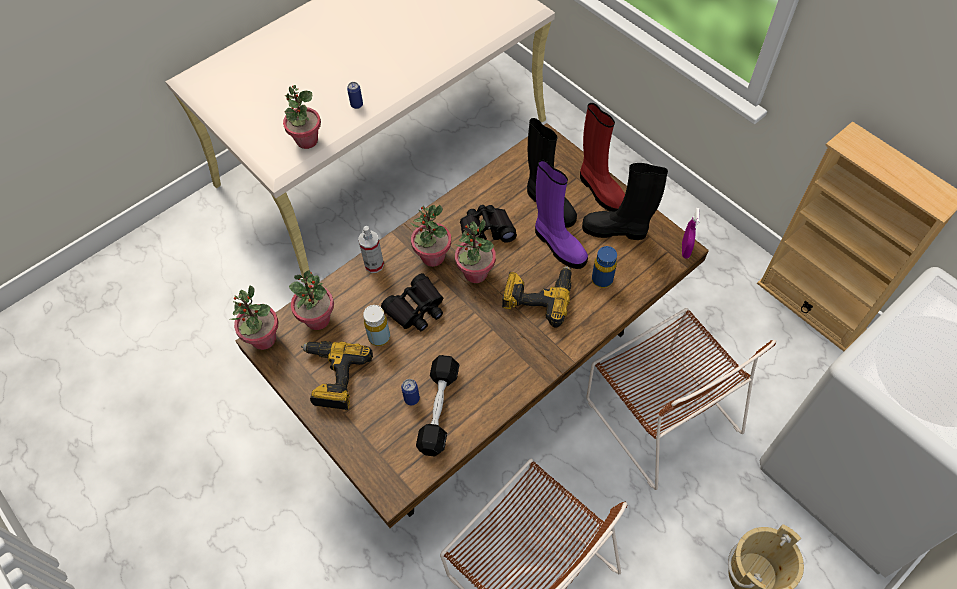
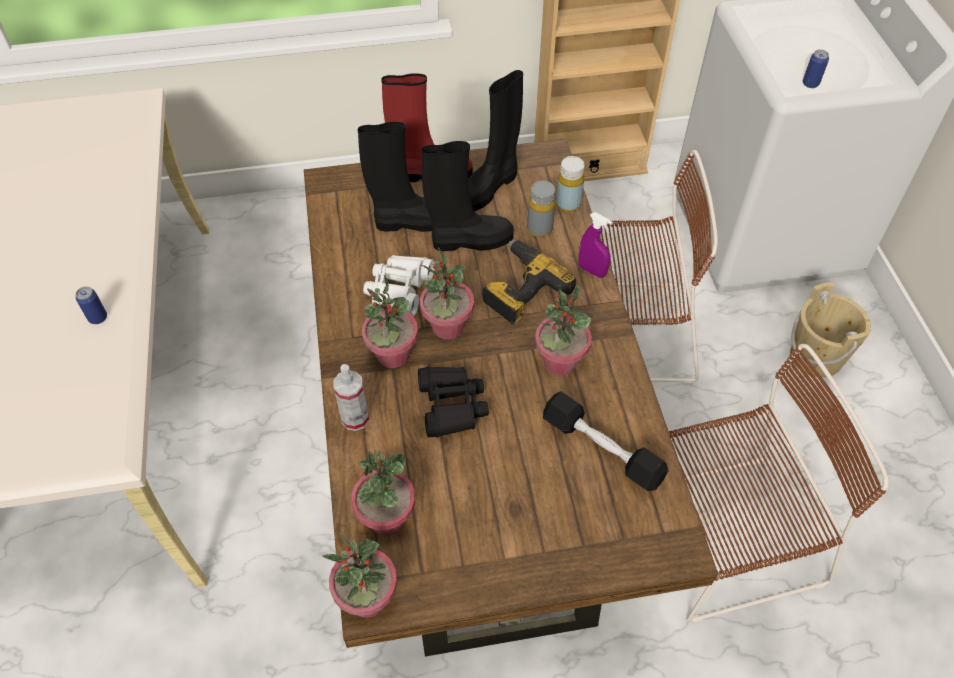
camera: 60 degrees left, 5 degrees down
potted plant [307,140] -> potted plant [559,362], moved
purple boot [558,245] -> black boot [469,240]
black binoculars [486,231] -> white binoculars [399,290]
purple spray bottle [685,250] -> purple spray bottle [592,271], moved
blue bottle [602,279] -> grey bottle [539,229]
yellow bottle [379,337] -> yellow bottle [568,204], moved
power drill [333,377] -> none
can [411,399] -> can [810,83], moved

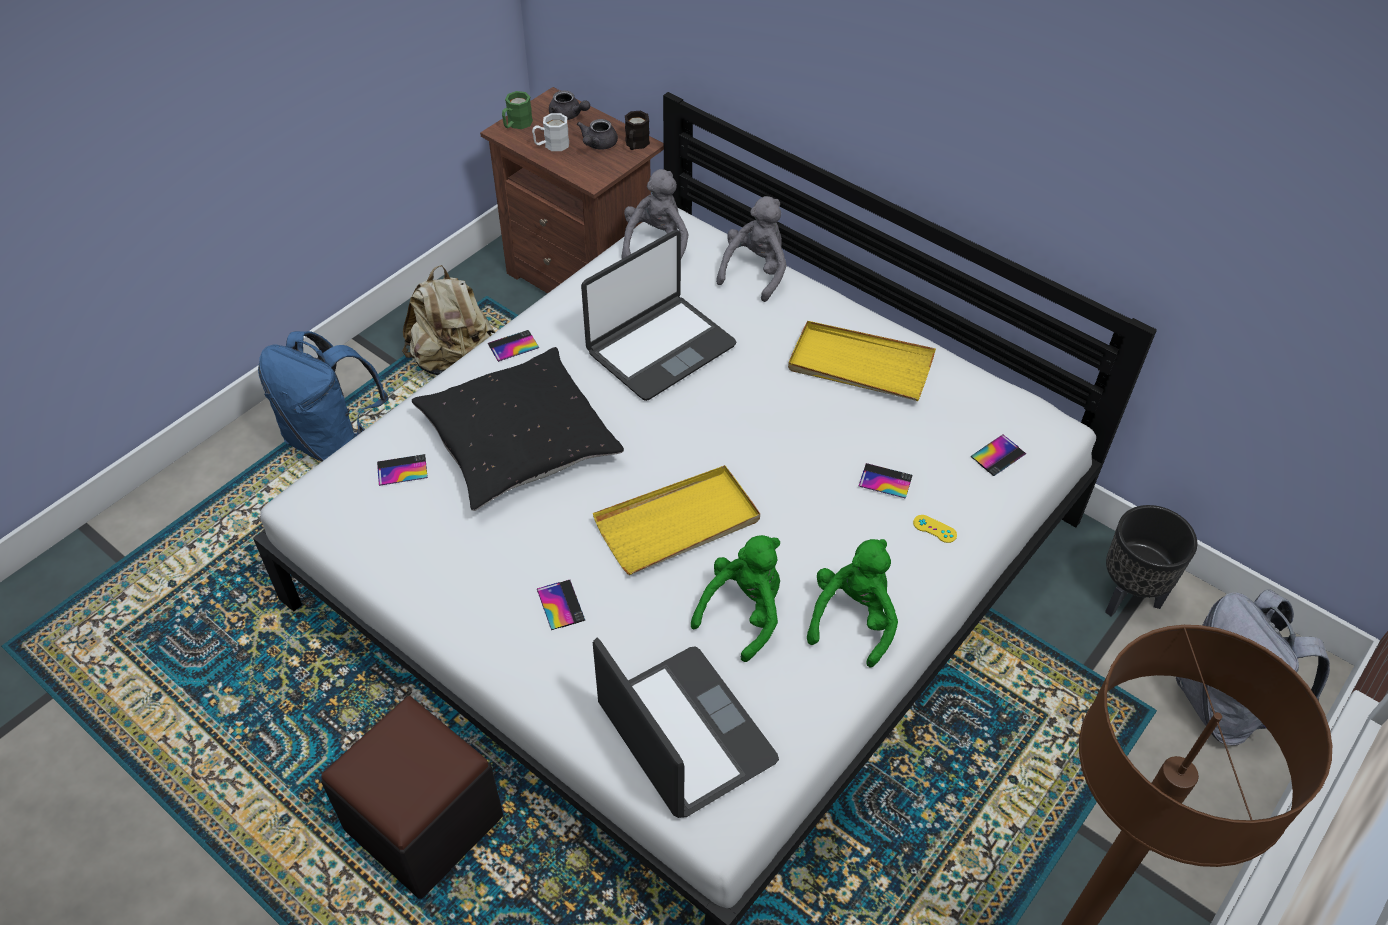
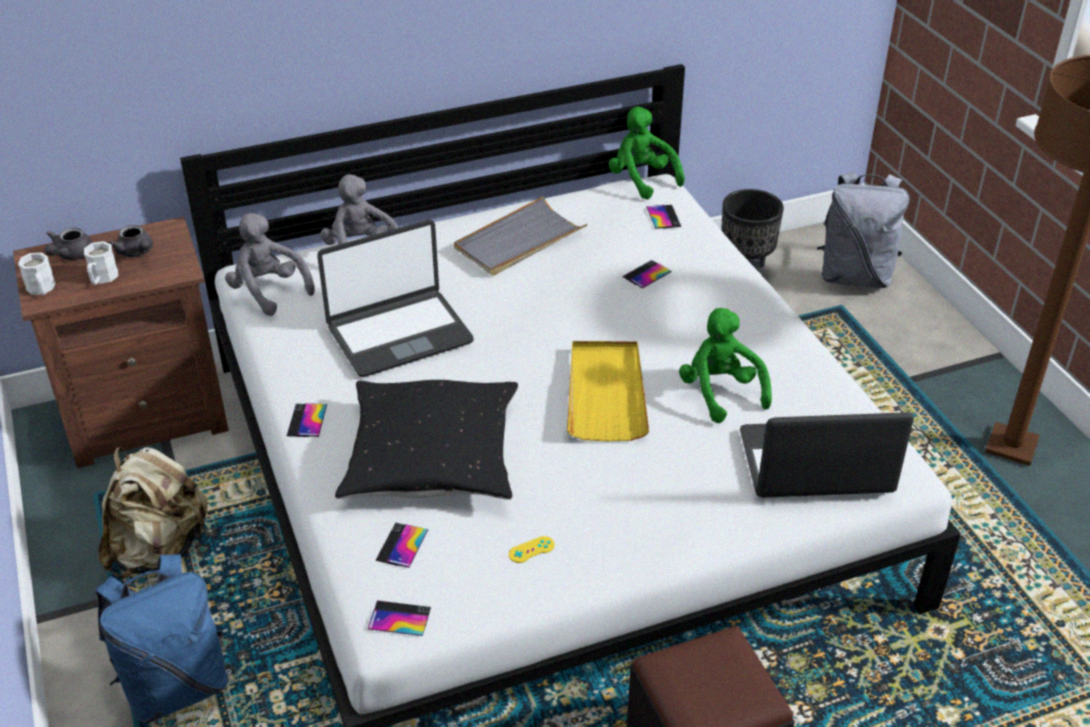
camera: 60 degrees left, 10 degrees down
green mug [516,124] -> white mug [42,290]
grey teapot [568,115] -> grey teapot [71,255], 135 degrees clockwise
black mug [636,145] -> none
laptop [660,348] -> laptop [399,334], 75 degrees clockwise
yellow tray [860,365] -> grey tray [519,241]
yellow game controller [934,529] -> yellow game controller [531,550], moved
green plush toy [853,619] -> green plush toy [641,180], moved
phone [560,605] -> phone [399,618], moved

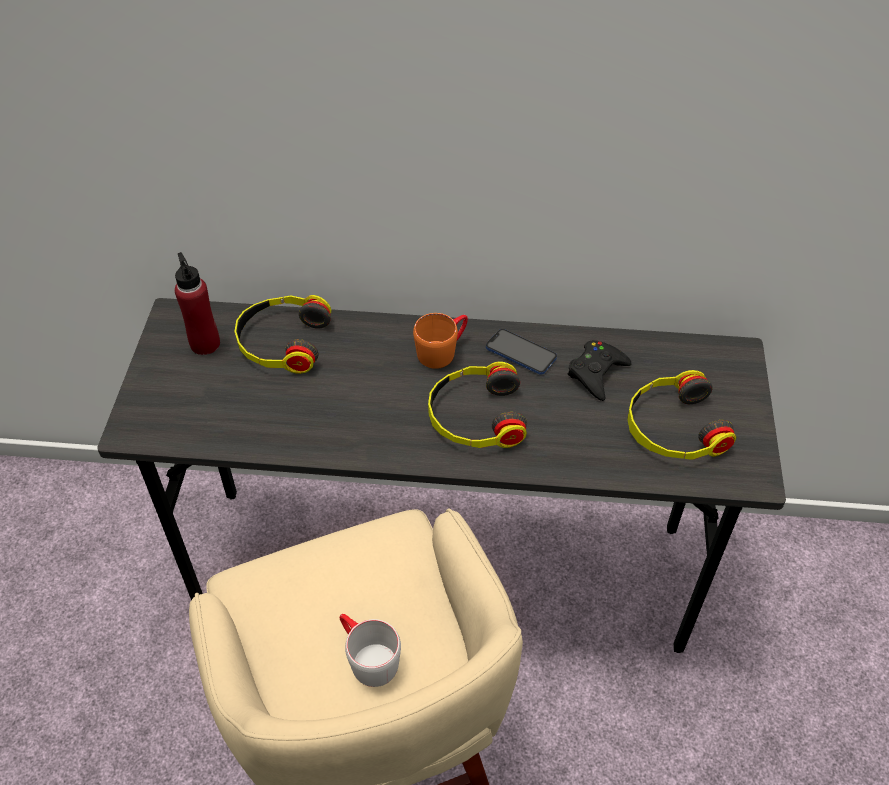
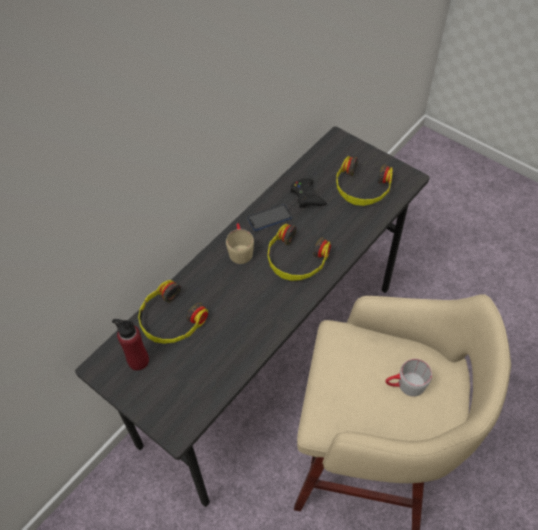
camera: 55 degrees left, 5 degrees up
orange mug [442,350] -> beige mug [240,249]

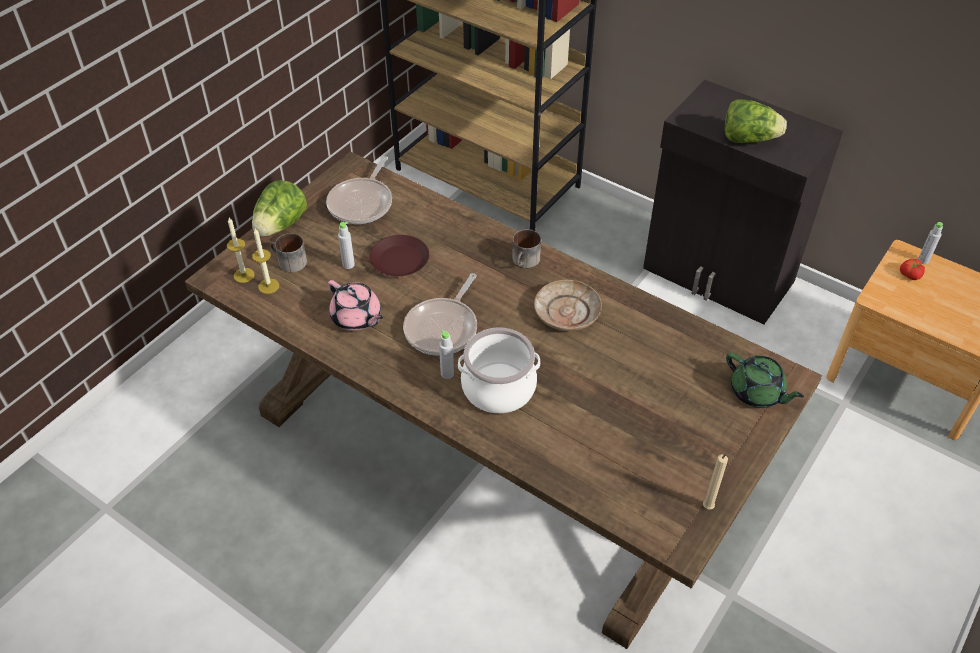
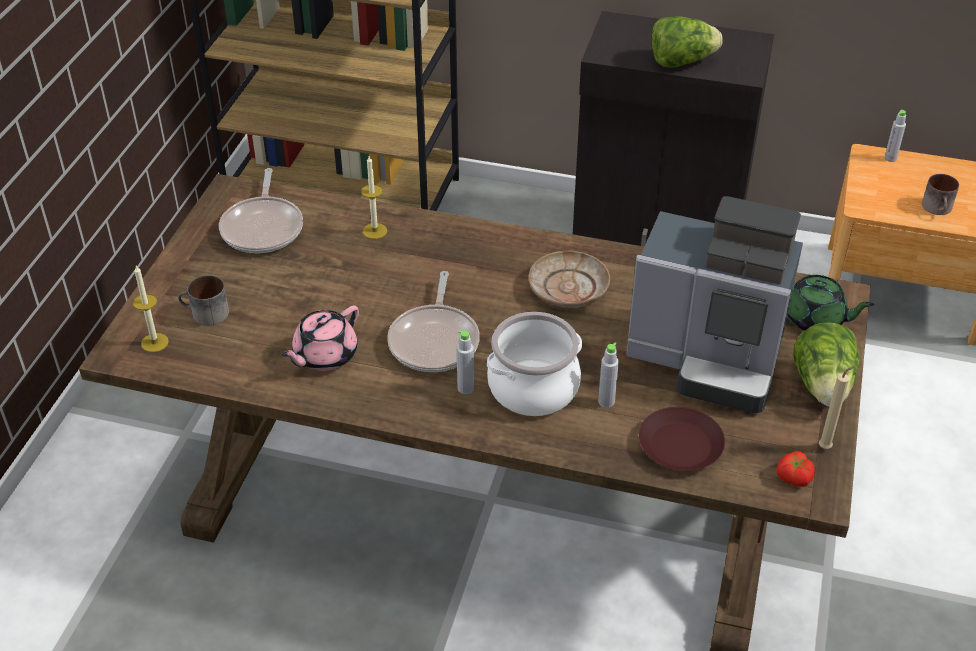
camera: 20 degrees left, 5 degrees down
lettuce [281,226] -> lettuce [823,386], moved
grey bottle [348,264] -> grey bottle [606,401], moved
candle [268,286] -> candle [374,231], moved
mug [525,261] -> mug [938,209], moved
brown plate [400,261] -> brown plate [681,446], moved
tomato [909,274] -> tomato [793,477], moved
pink teapot [356,318] -> pink teapot [324,355], 105 degrees clockwise
none -> coffee machine [709,359]

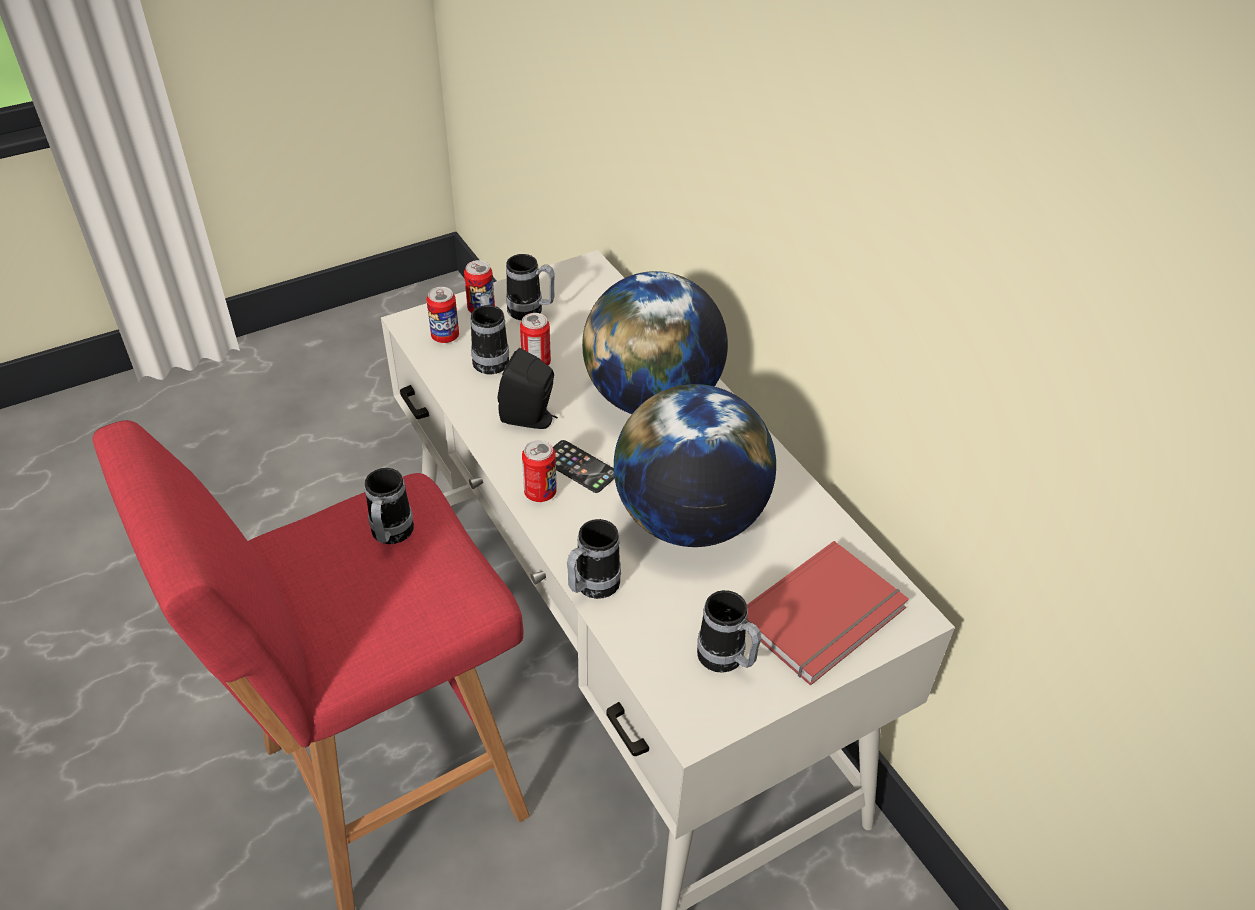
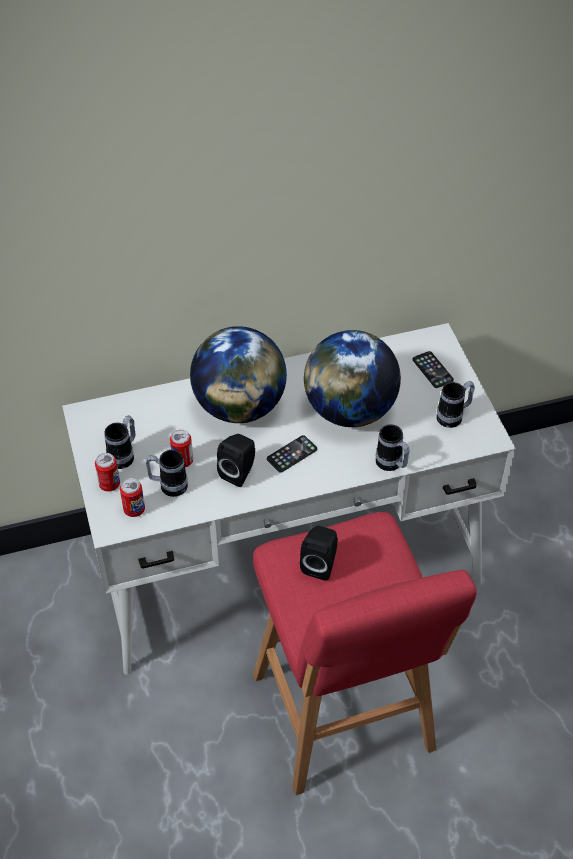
camera: 75 degrees left, 5 degrees up
can [540,493] -> none
mug [390,536] -> black speaker [320,564]
red book [825,617] -> phone [432,370]

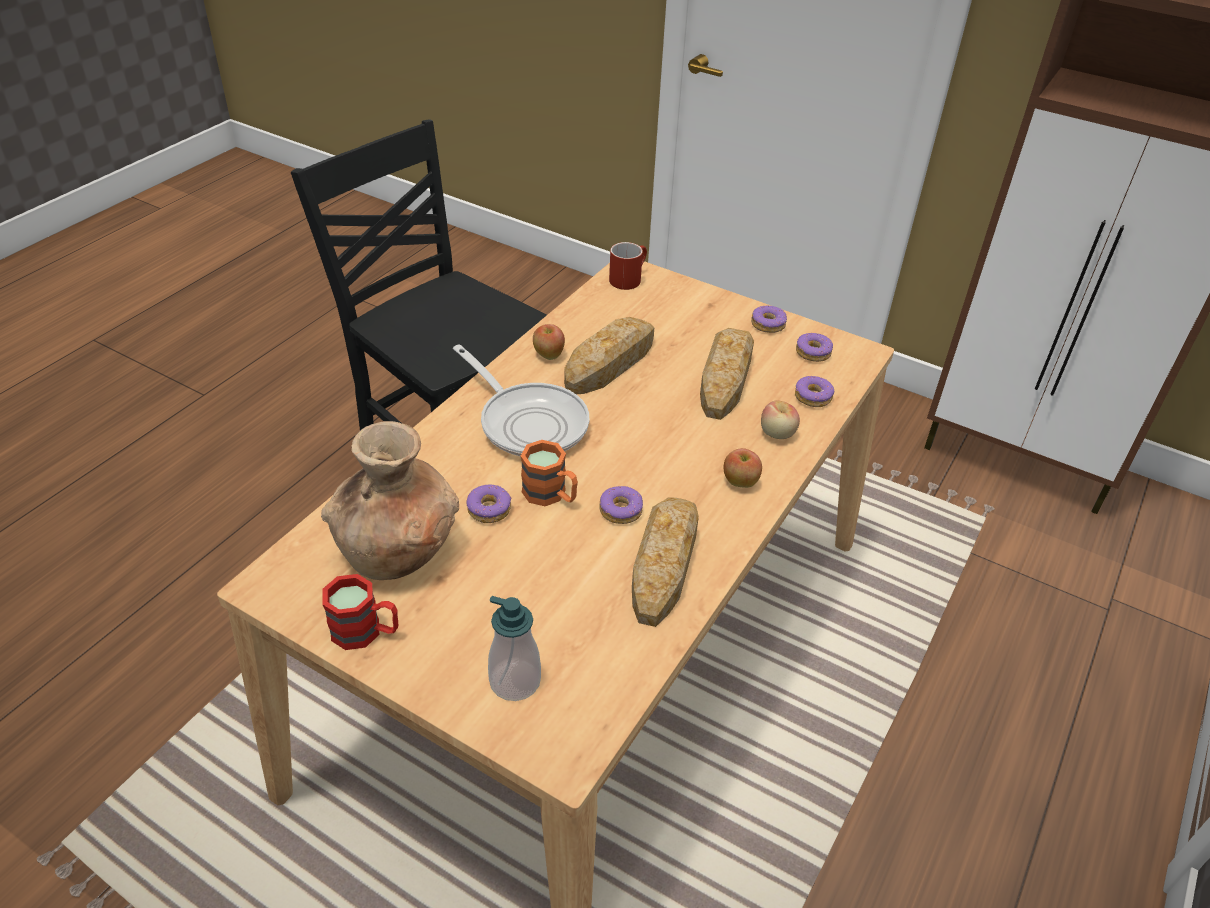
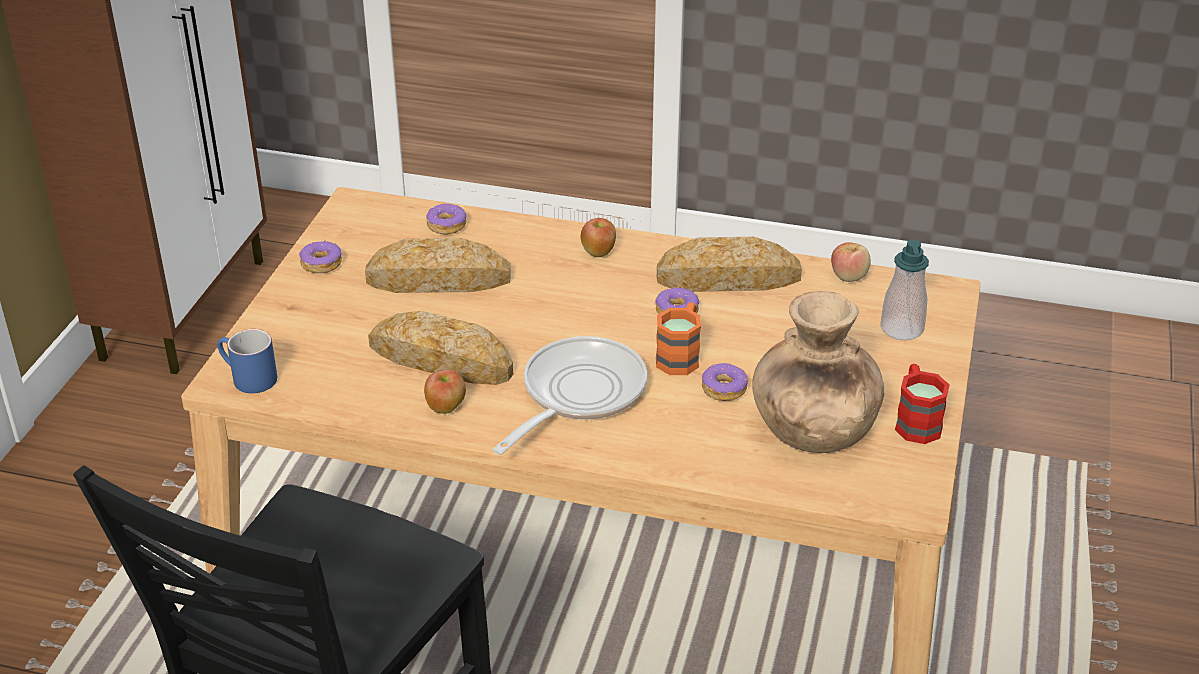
camera: 105 degrees left, 5 degrees down
red mug [628,278] -> blue mug [247,378]
donut [813,352] -> none
apple [777,434] -> apple [849,276], moved

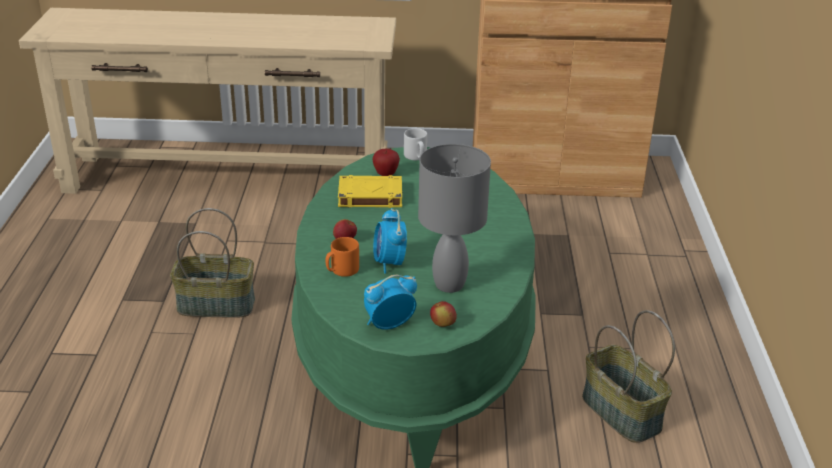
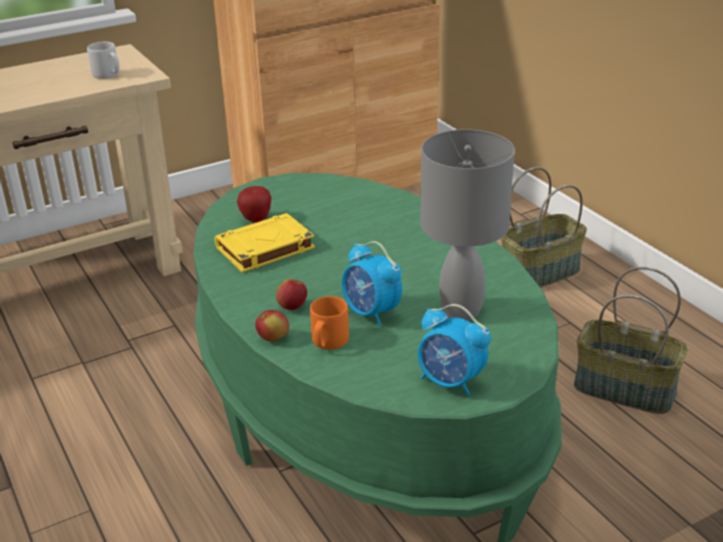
camera: 30 degrees left, 0 degrees up
grey mug [416,157] -> grey mug [108,75], moved
basket [217,304] -> basket [540,272], moved
alarm clock [388,324] -> alarm clock [451,382], 90 degrees counterclockwise
apple [442,324] -> apple [273,338], moved

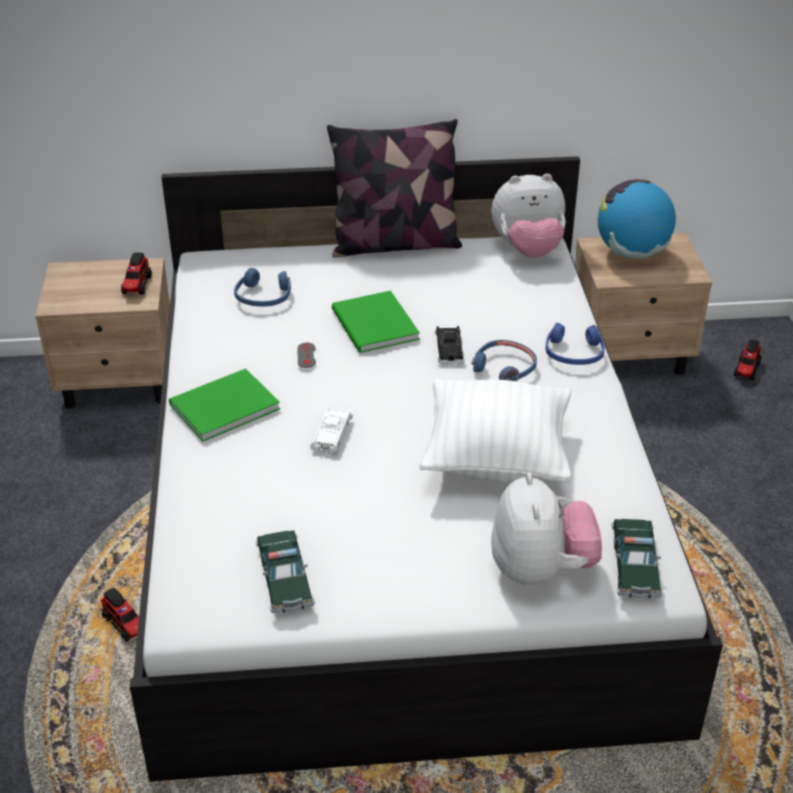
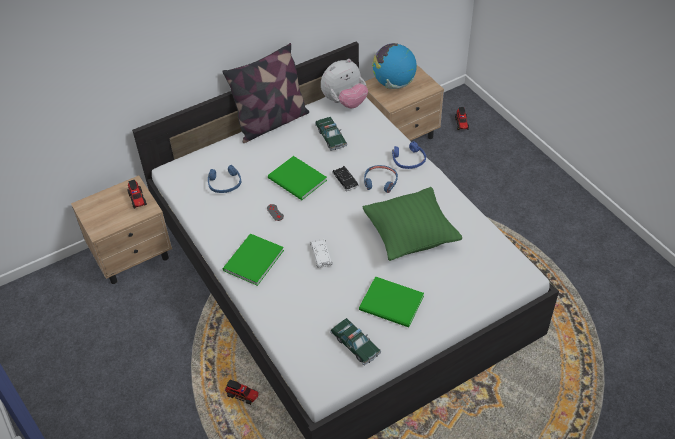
camera: 25 degrees left, 10 degrees up
white pillow [496,458] -> green pillow [410,236]
plush toy [540,569] -> none
toy car [634,566] -> toy car [331,137], moved
none -> green book [392,305]

